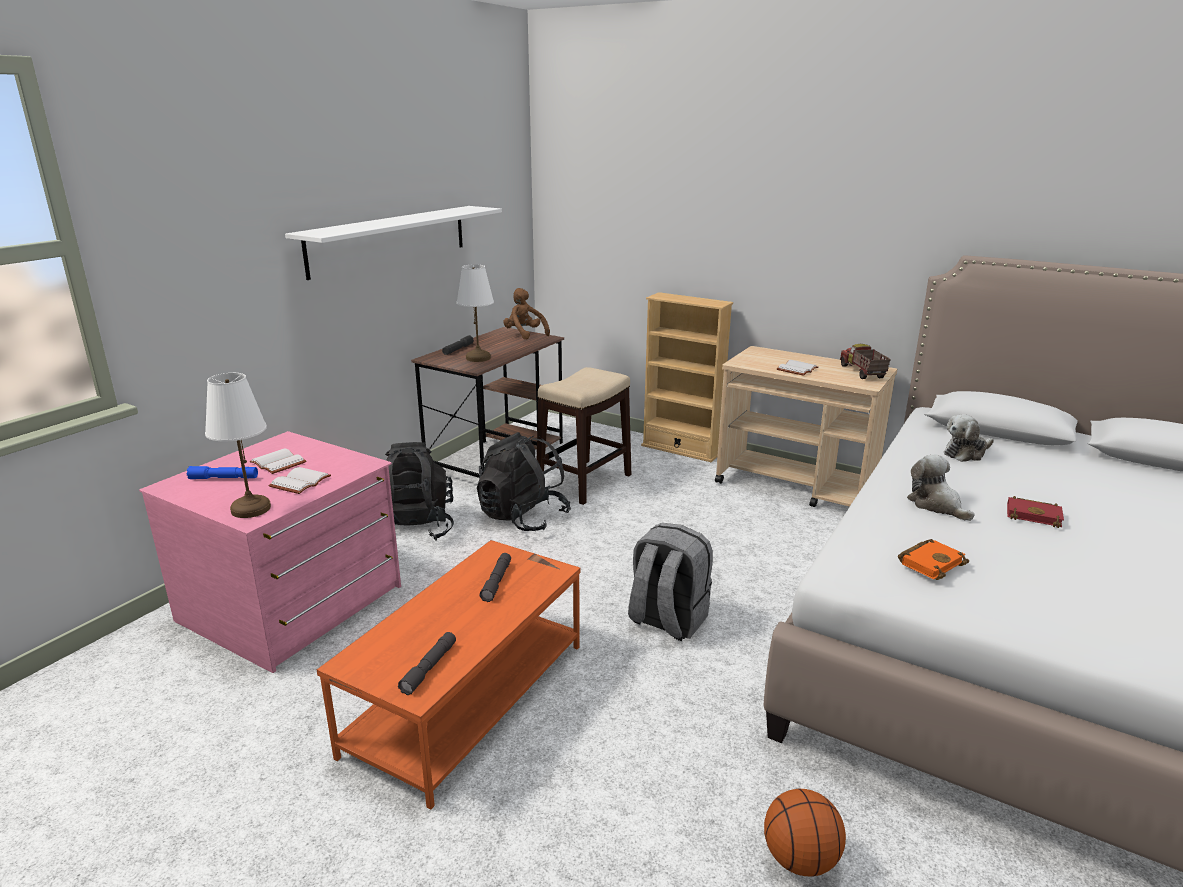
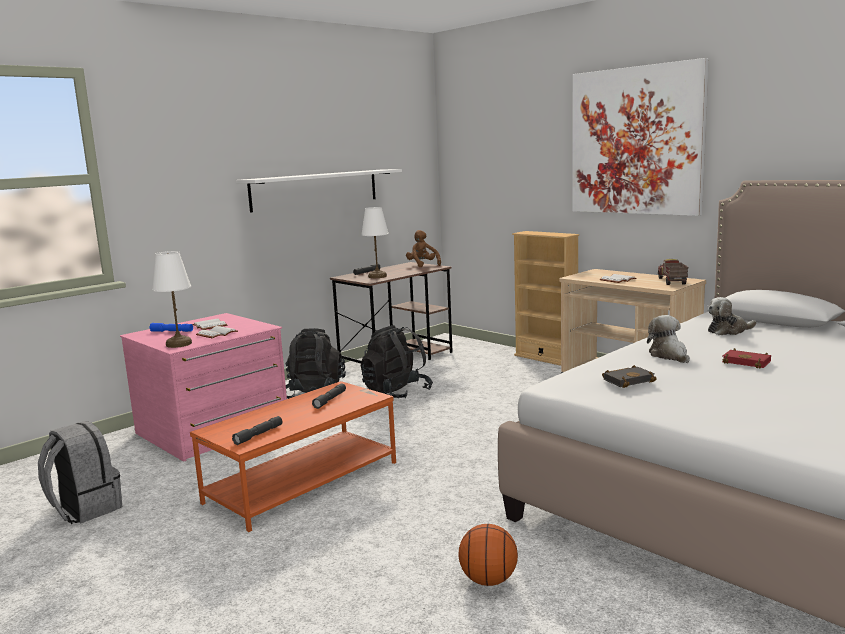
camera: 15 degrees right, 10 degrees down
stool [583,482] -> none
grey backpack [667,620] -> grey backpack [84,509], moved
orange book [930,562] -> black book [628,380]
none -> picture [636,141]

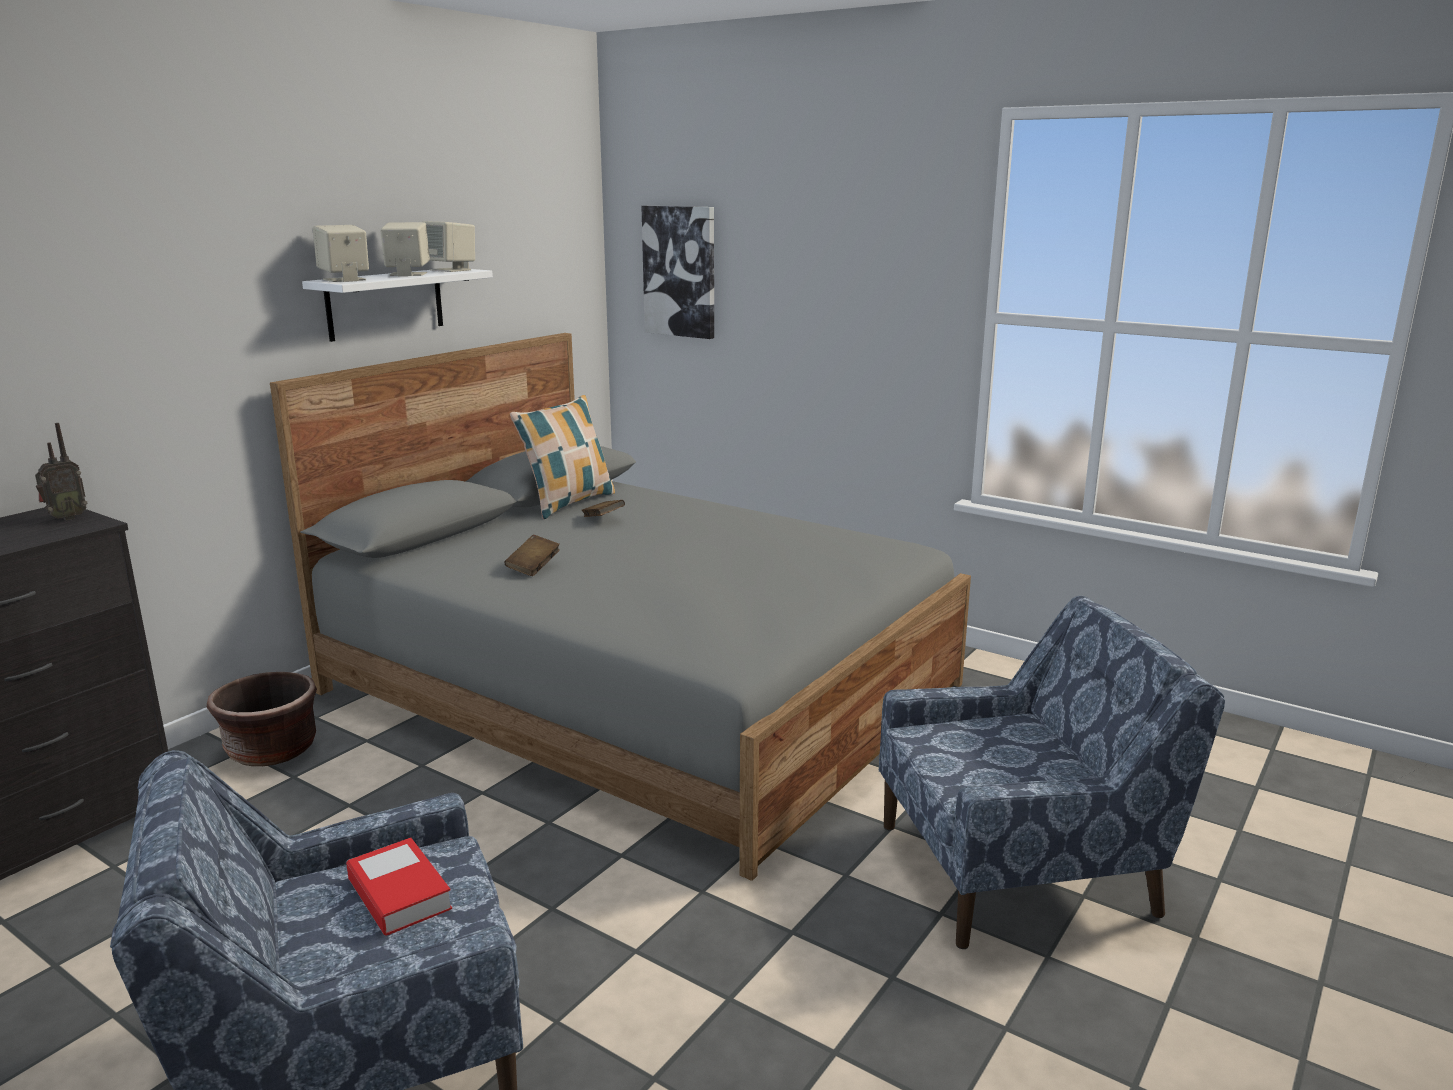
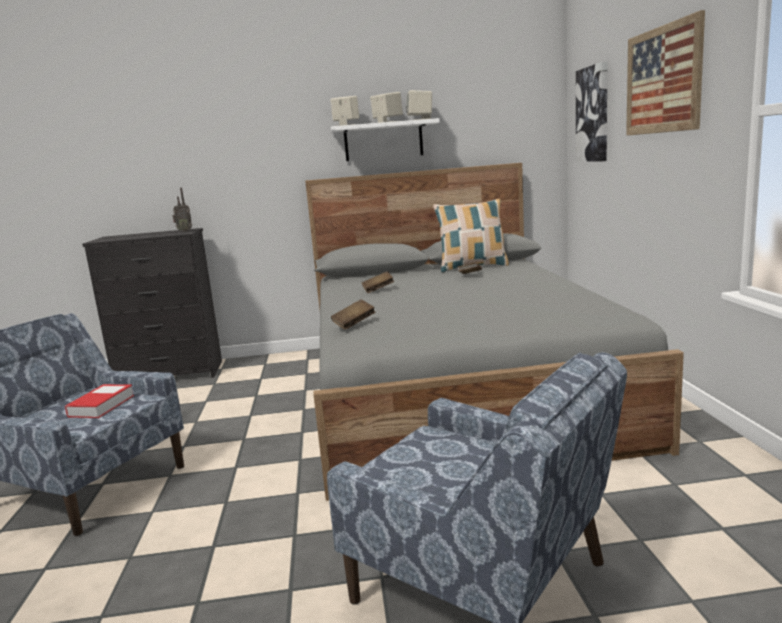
camera: 50 degrees right, 5 degrees down
brown planter [271,750] -> none
none -> picture [663,80]
none -> brown book [354,324]

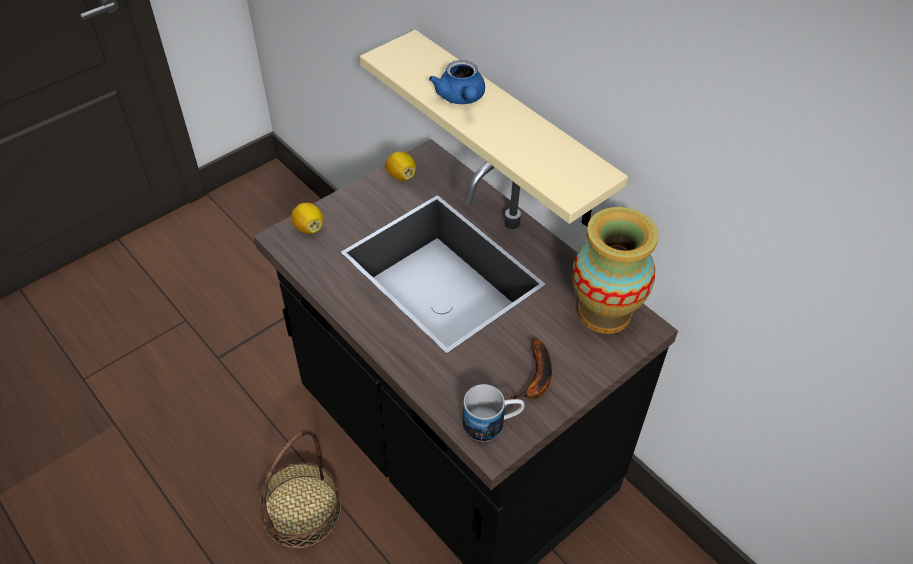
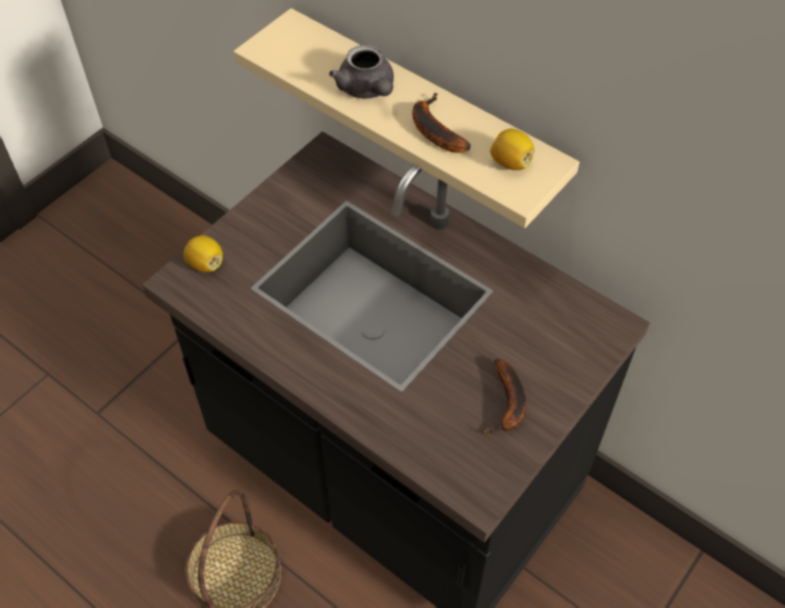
camera: 10 degrees left, 5 degrees up
blue teapot [461,98] -> grey teapot [367,90]
lemon [401,175] -> lemon [510,162], moved
vase [604,312] -> none
mug [492,423] -> none
none -> banana [433,130]

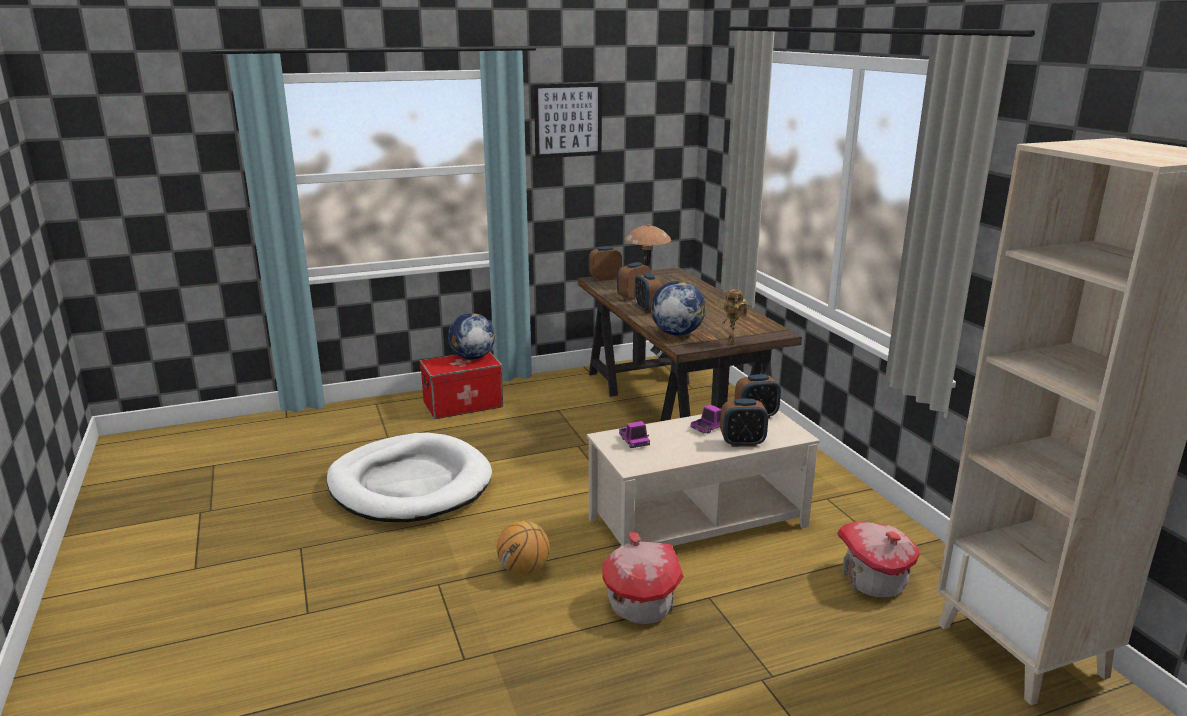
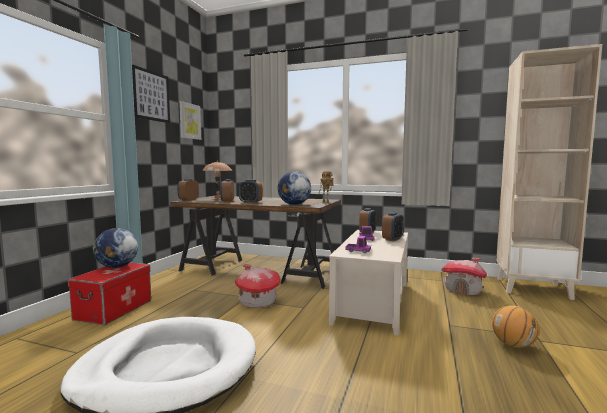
camera: 50 degrees left, 15 degrees down
basketball [524,570] -> basketball [513,345], moved
toy house [641,604] -> toy house [257,302], moved
none -> picture [189,121]

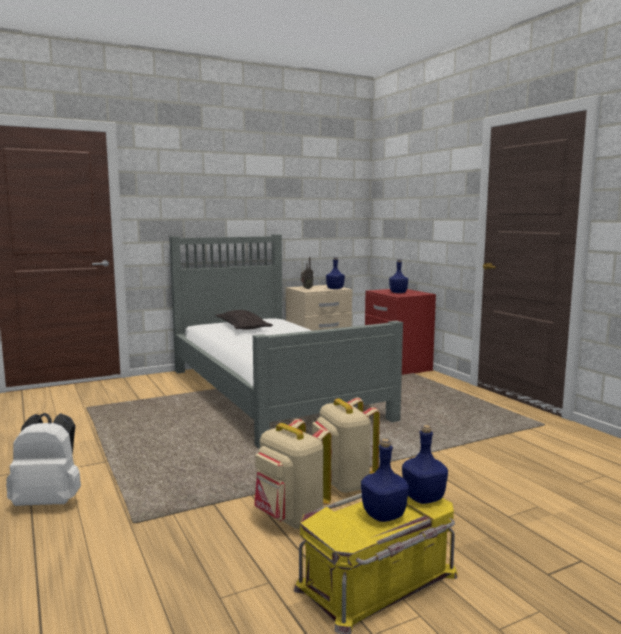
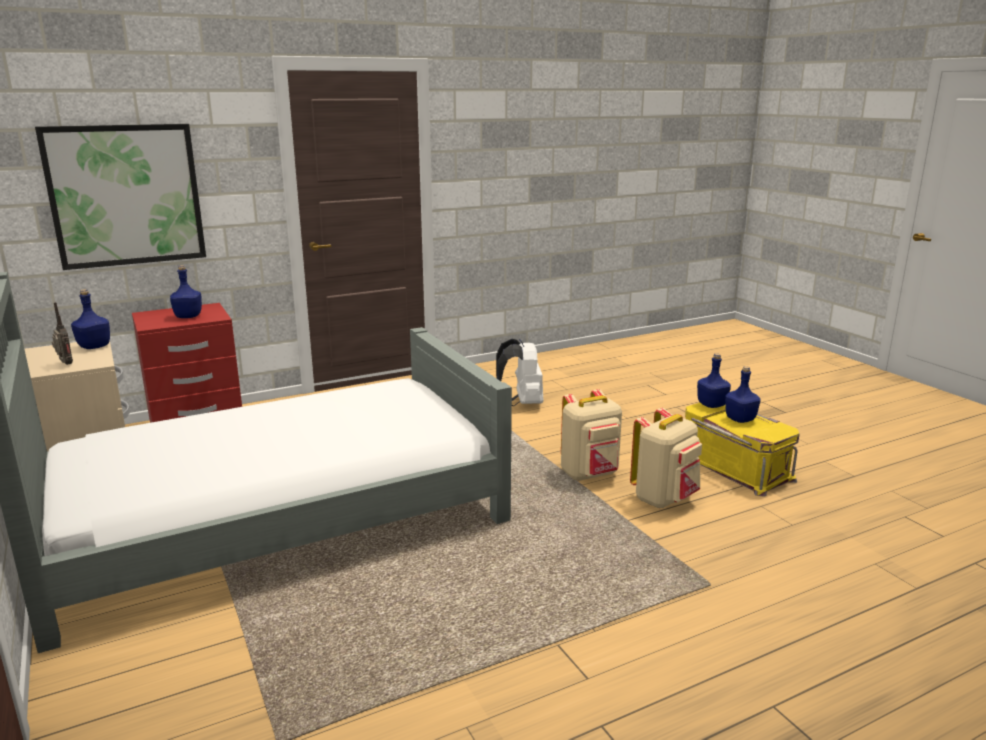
camera: 90 degrees left, 10 degrees up
pillow [243,327] -> none
white backpack [50,501] -> white backpack [522,403], moved
none -> picture [126,195]

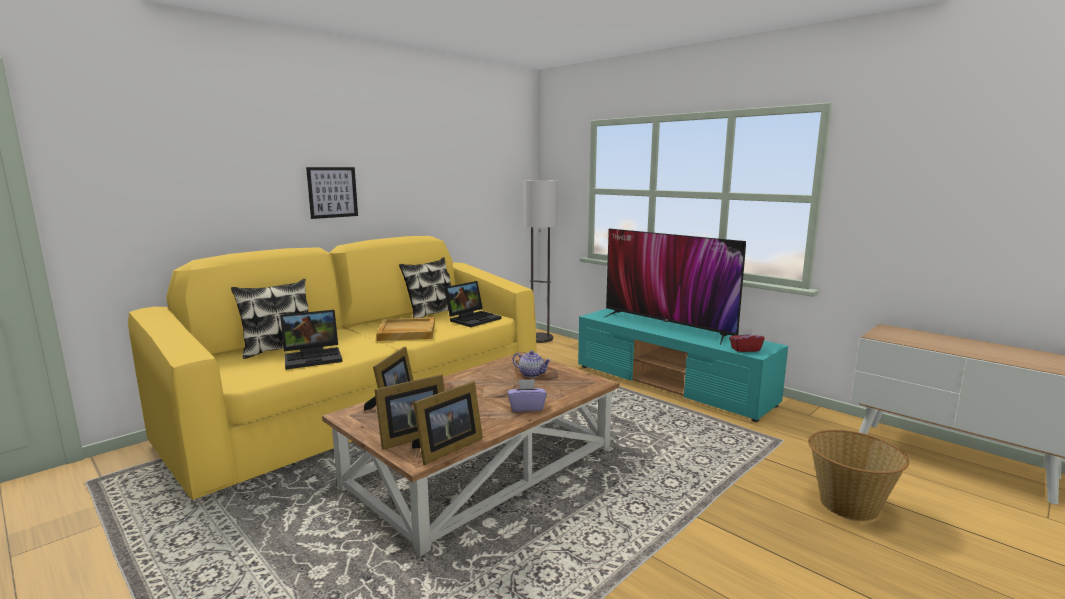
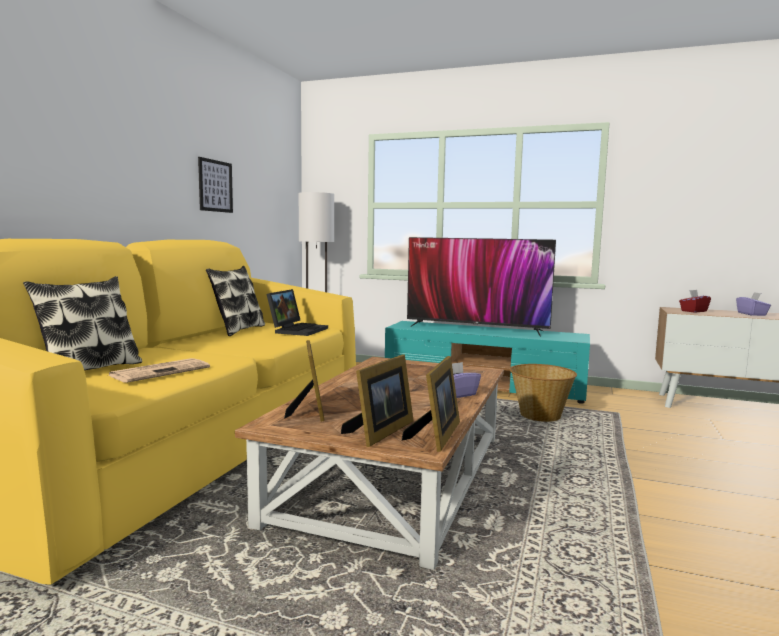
camera: 25 degrees left, 5 degrees down
picture [332,192] -> picture [215,186], moved
laptop [314,357] -> newspaper [161,371]
beige tray [406,332] -> none
red tissue box [745,349] -> red tissue box [693,311], moved
teapot [532,374] -> none
basket [848,504] -> basket [540,415], moved
none -> purple tissue box [752,314]

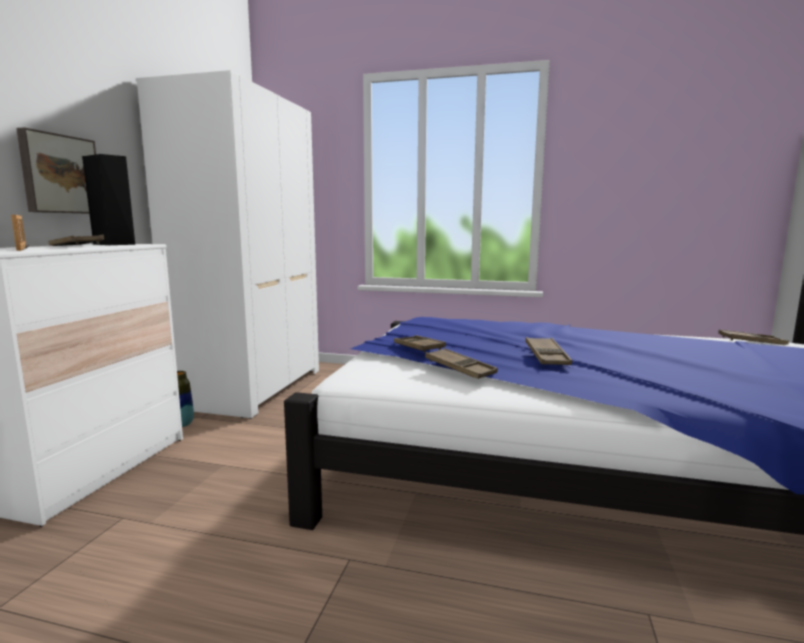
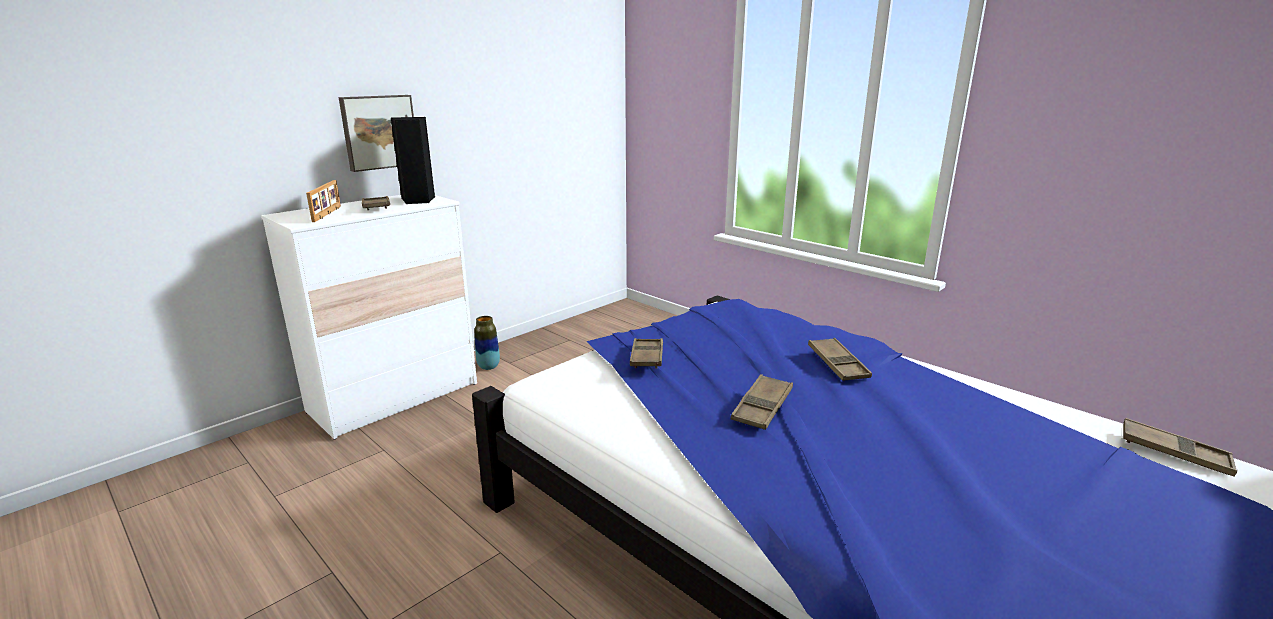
camera: 30 degrees right, 10 degrees up
white wardrobe [252,388] -> none
brown tray [460,369] -> brown tray [837,364], moved

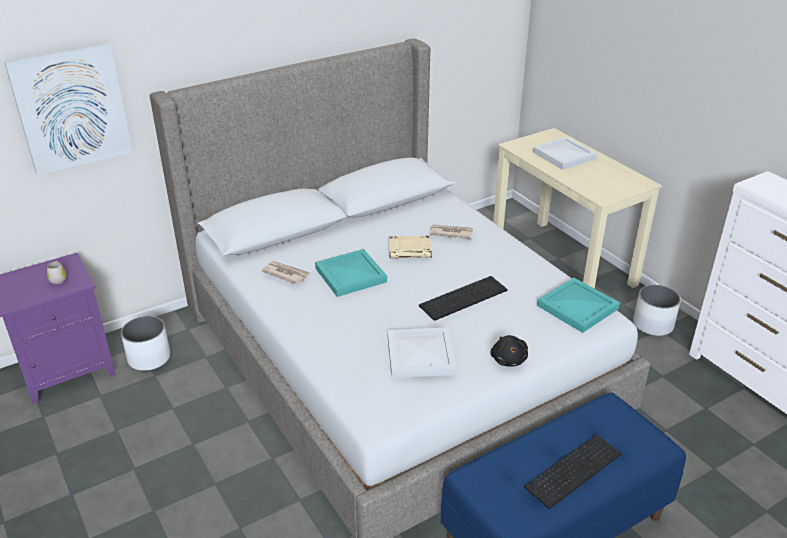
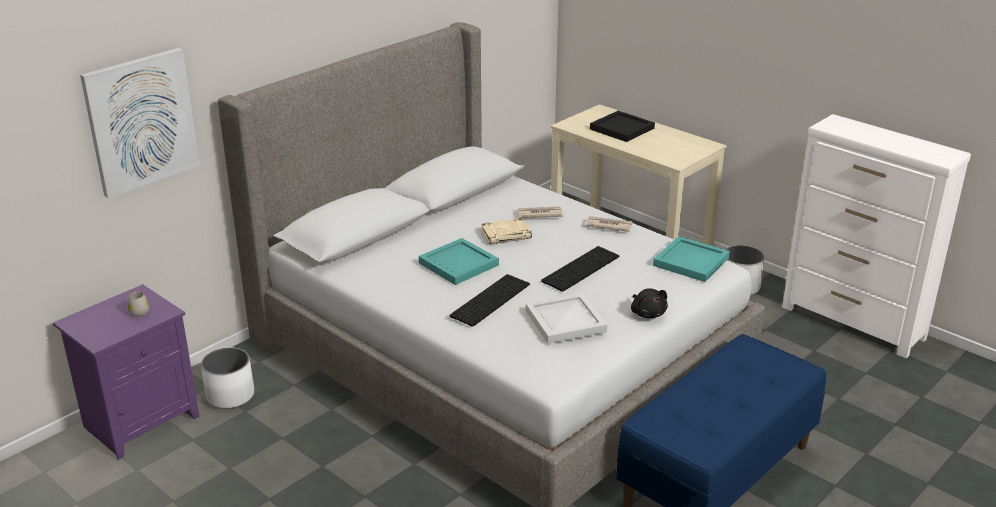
camera: 15 degrees left, 5 degrees down
white tray [563,155] -> black tray [621,129]
newspaper [286,274] -> newspaper [608,225], moved
keyboard [572,469] -> keyboard [489,299], moved

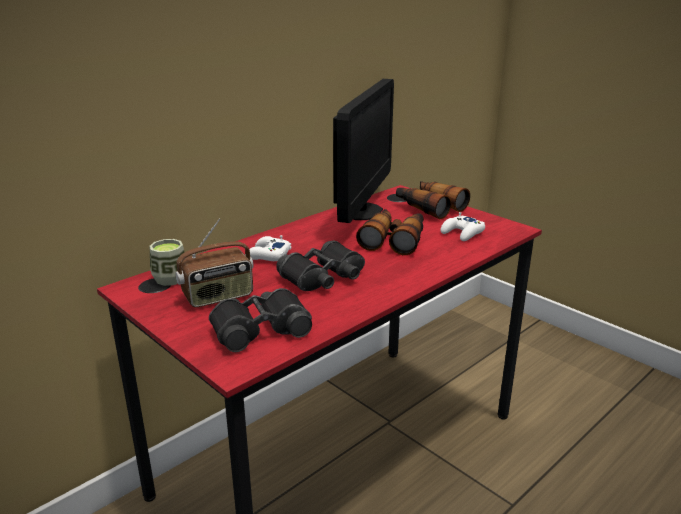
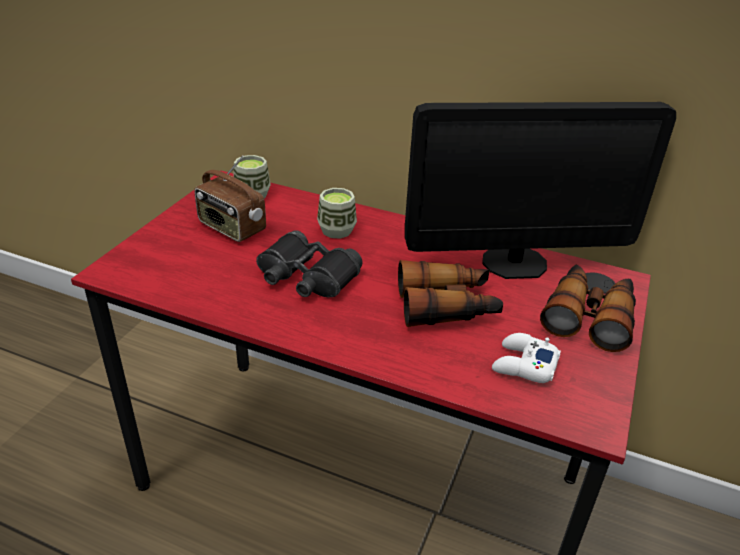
camera: 65 degrees right, 10 degrees up
white game controller [267,255] -> cup [336,230]
black binoculars [260,328] -> none

